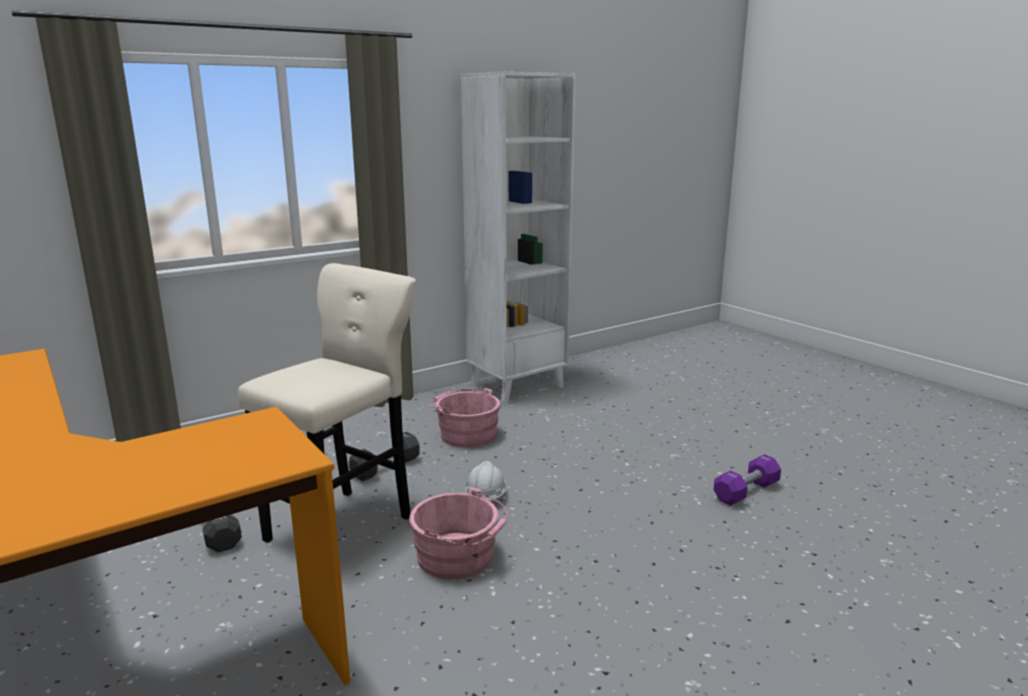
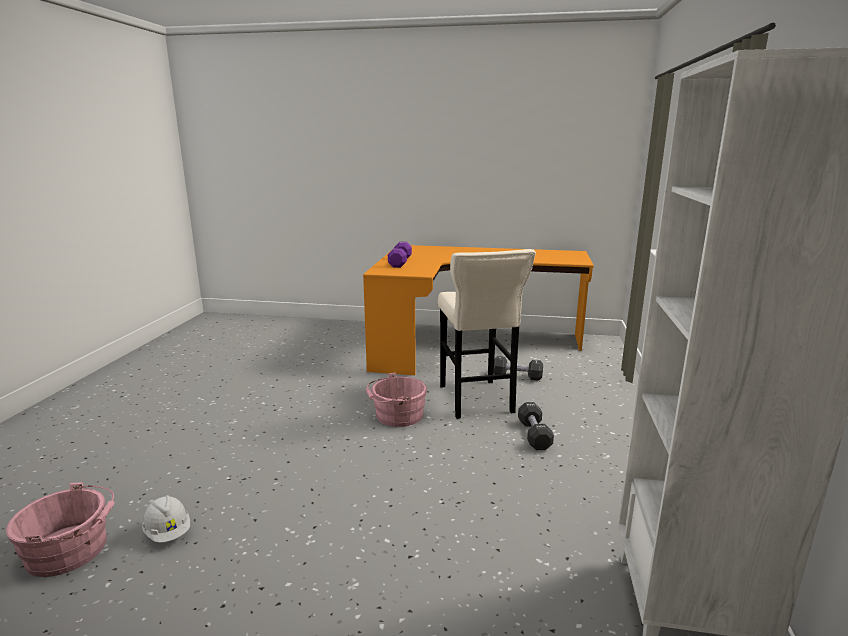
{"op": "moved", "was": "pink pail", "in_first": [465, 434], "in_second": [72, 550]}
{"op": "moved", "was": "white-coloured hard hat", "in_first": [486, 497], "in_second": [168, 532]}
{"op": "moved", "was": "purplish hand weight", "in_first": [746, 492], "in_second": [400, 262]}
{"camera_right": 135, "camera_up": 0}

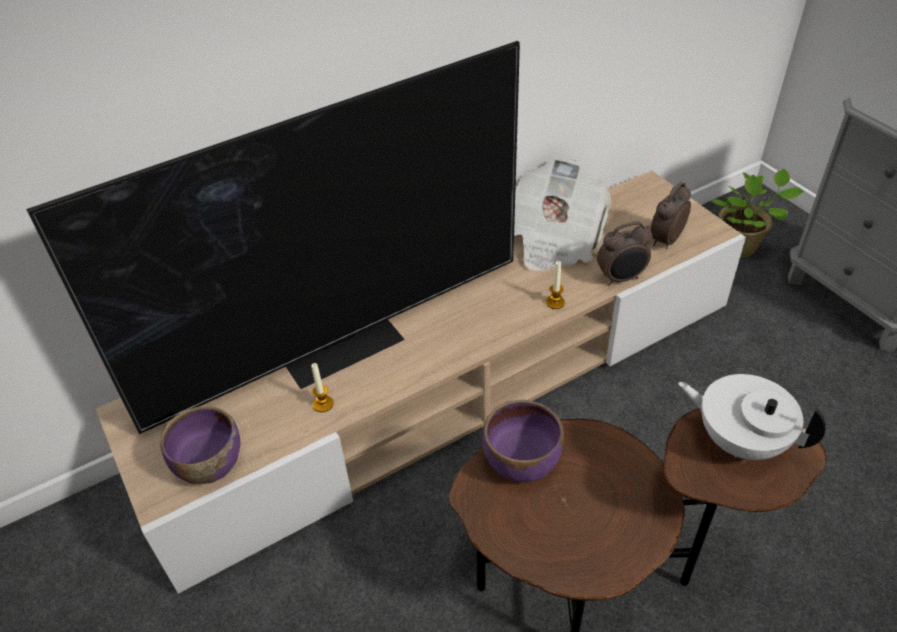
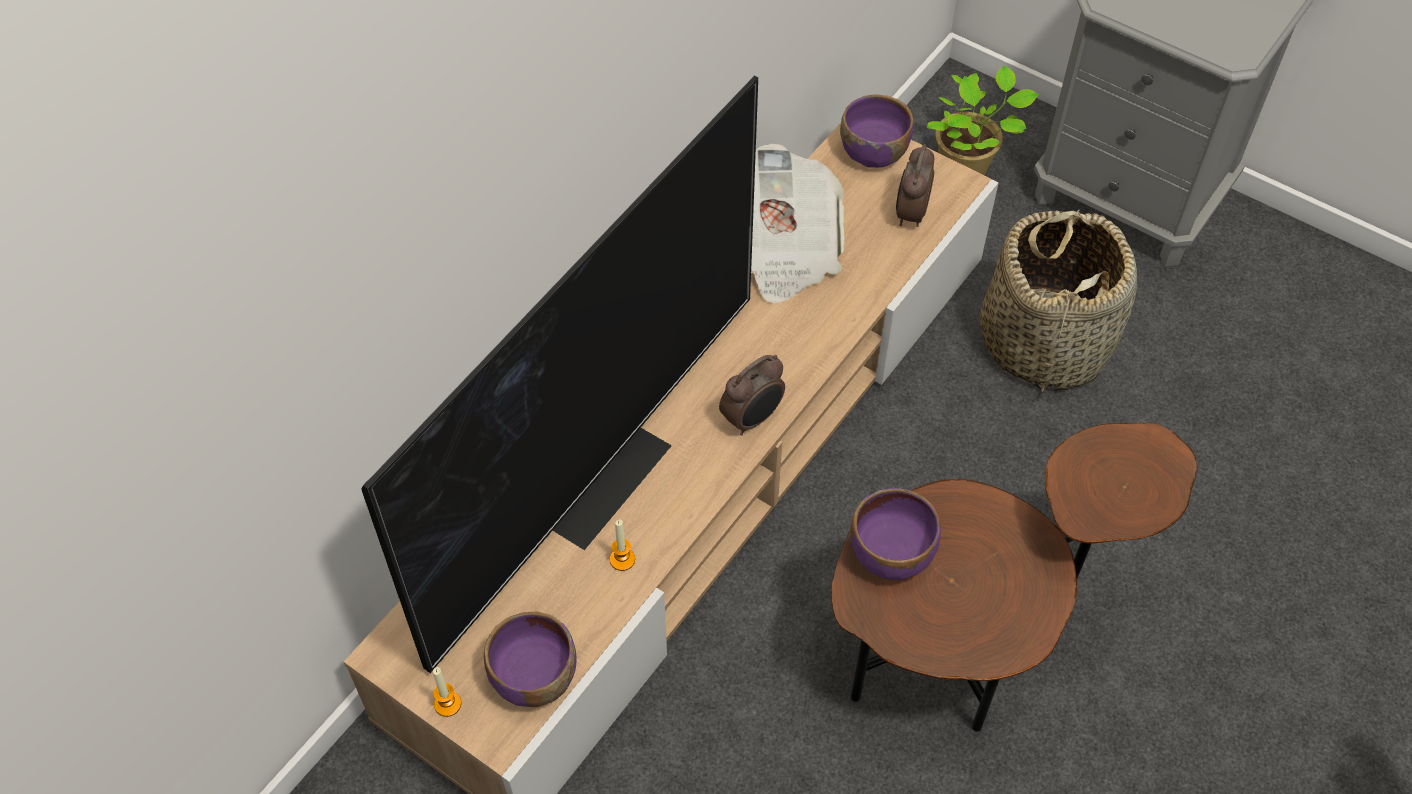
{"op": "moved", "was": "candle", "in_first": [555, 302], "in_second": [447, 704]}
{"op": "moved", "was": "alarm clock", "in_first": [621, 278], "in_second": [752, 419]}
{"op": "added", "now": "purplish bowl", "in_second": [873, 152]}
{"op": "added", "now": "storage basket", "in_second": [1045, 341]}
{"op": "removed", "was": "white-coloured pot for tea", "in_first": [739, 439]}
{"camera_right": -25, "camera_up": 10}

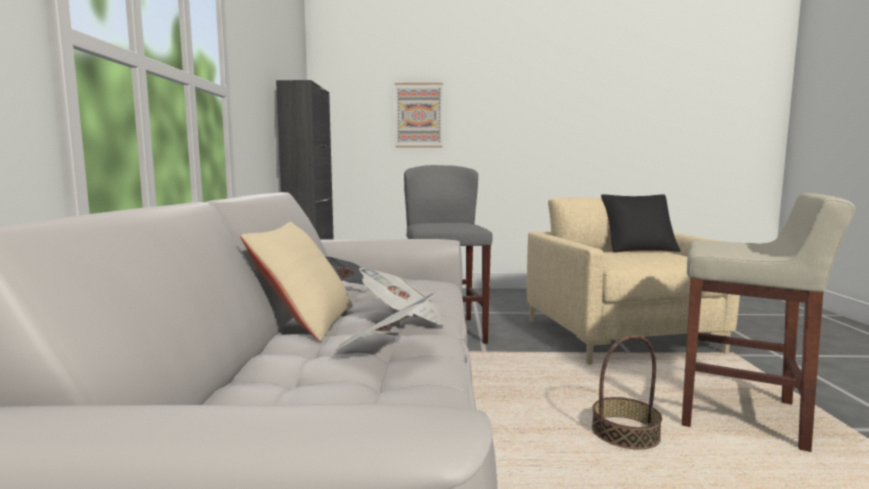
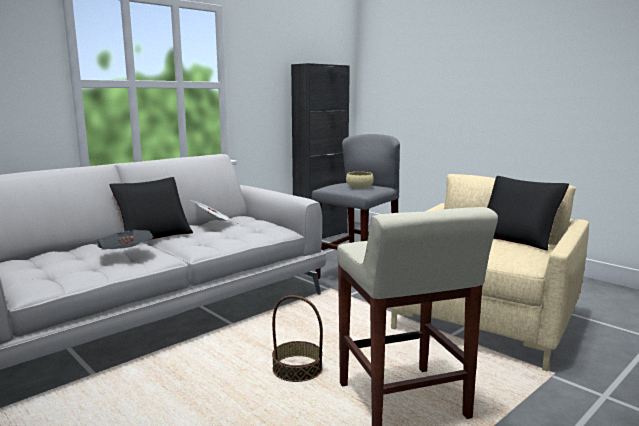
{"op": "recoloured", "was": "beige pillow", "now": "blackish pillow", "in_first": [305, 321], "in_second": [154, 235]}
{"op": "added", "now": "beige bowl", "in_second": [359, 187]}
{"op": "removed", "was": "daily paper", "in_first": [403, 318]}
{"op": "removed", "was": "wall art", "in_first": [419, 115]}
{"camera_right": 45, "camera_up": 5}

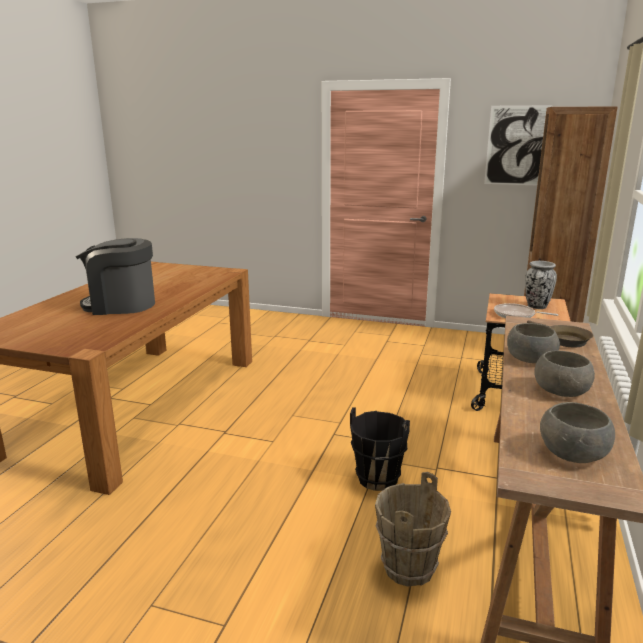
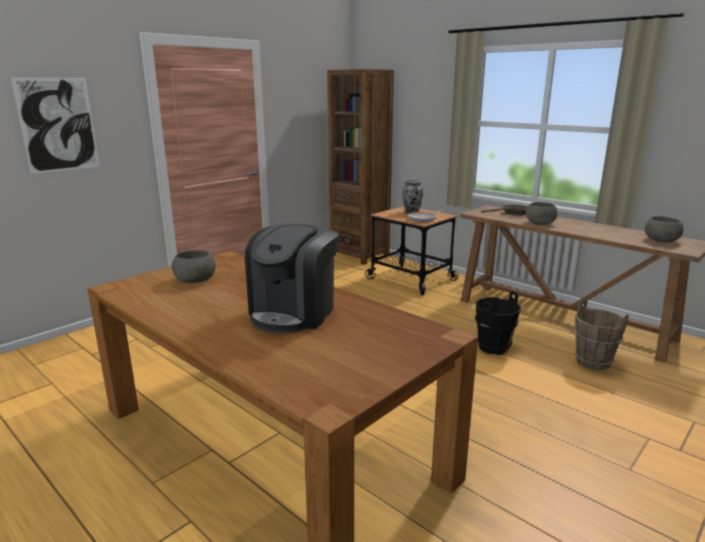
{"op": "moved", "was": "wall art", "in_first": [517, 145], "in_second": [58, 125]}
{"op": "moved", "was": "greyish bowl", "in_first": [562, 391], "in_second": [196, 280]}
{"camera_right": -65, "camera_up": 0}

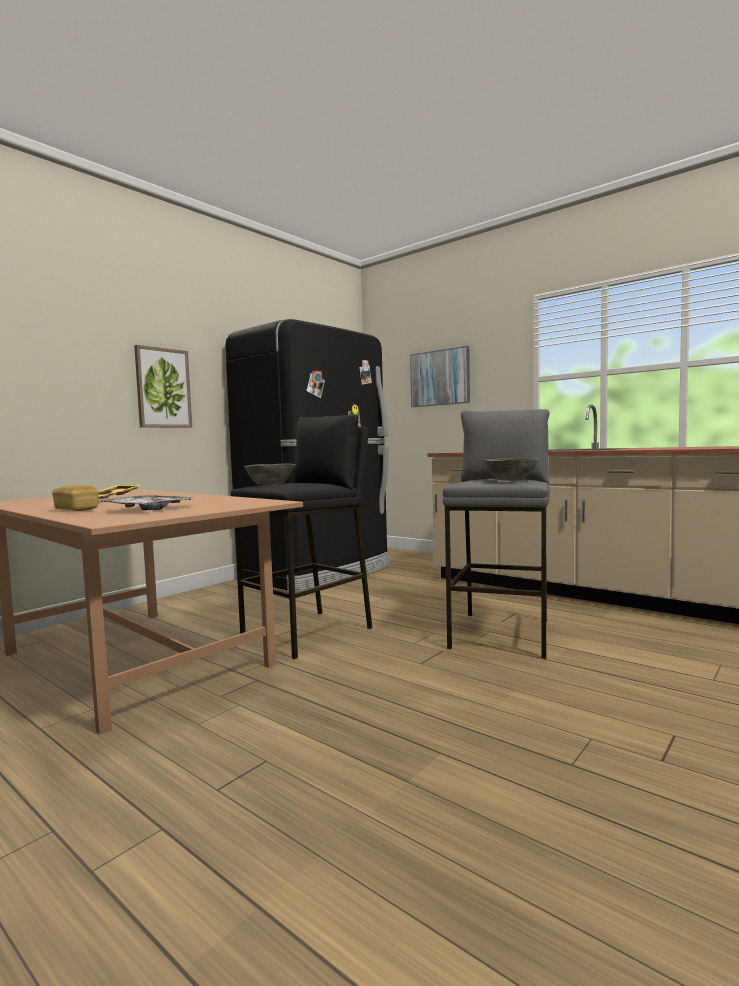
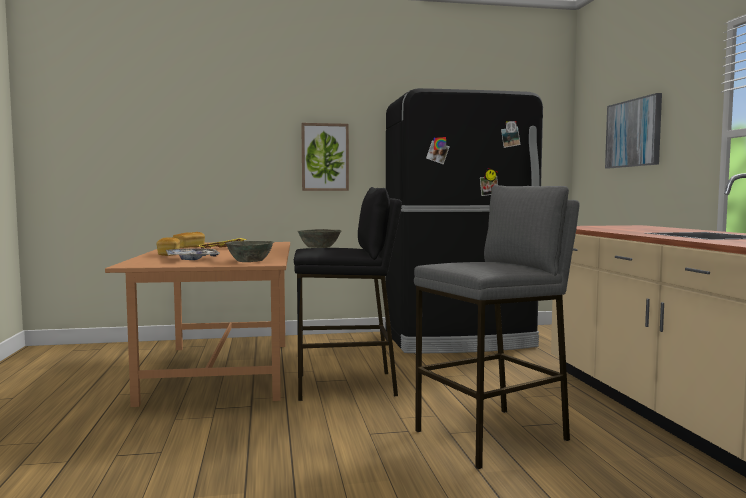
{"op": "added", "now": "bakery bread", "in_second": [189, 247]}
{"op": "moved", "was": "greyish bowl", "in_first": [510, 480], "in_second": [249, 261]}
{"camera_right": 40, "camera_up": 0}

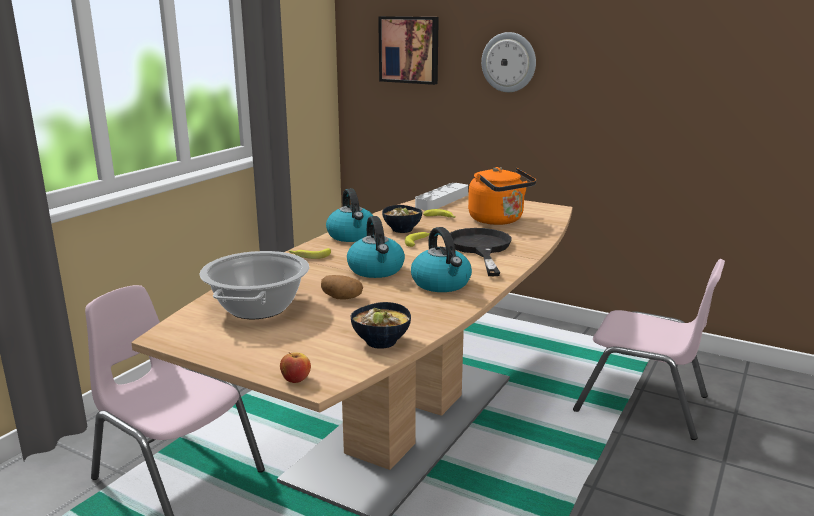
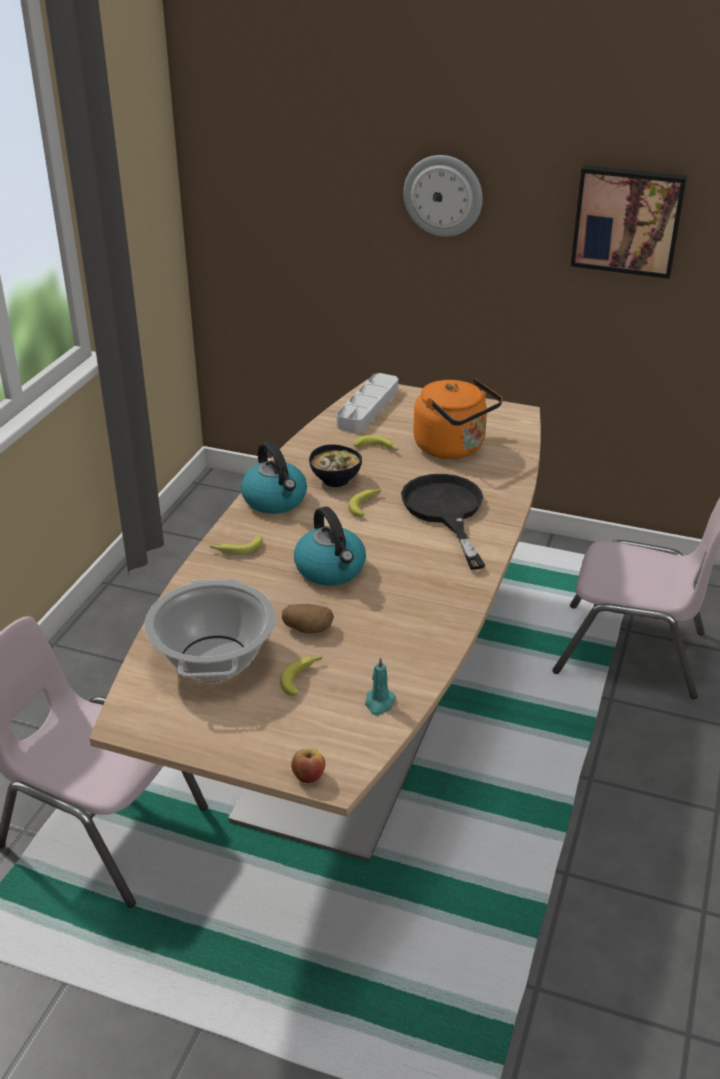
{"op": "added", "now": "whole banana", "in_second": [303, 677]}
{"op": "replaced", "was": "bowl", "now": "turquoise candle", "in_first": [379, 342], "in_second": [379, 703]}
{"op": "moved", "was": "wall art", "in_first": [409, 49], "in_second": [627, 220]}
{"op": "removed", "was": "kettle", "in_first": [442, 284]}
{"camera_right": -10, "camera_up": 15}

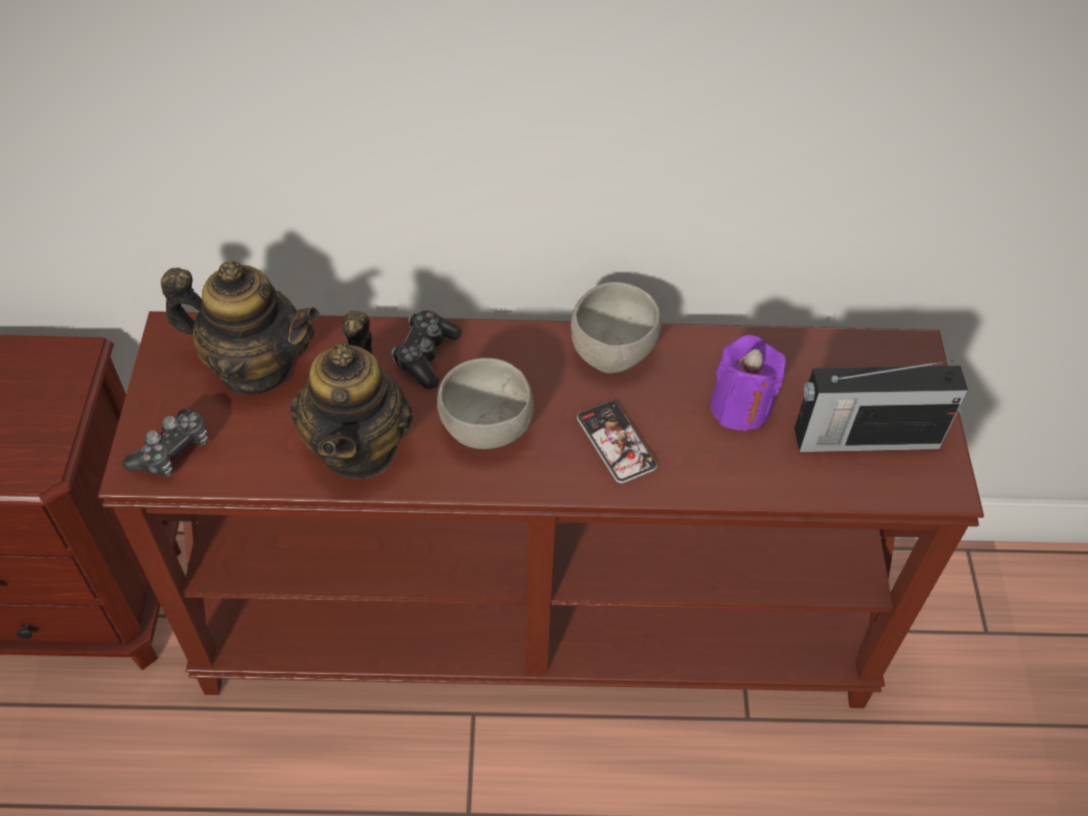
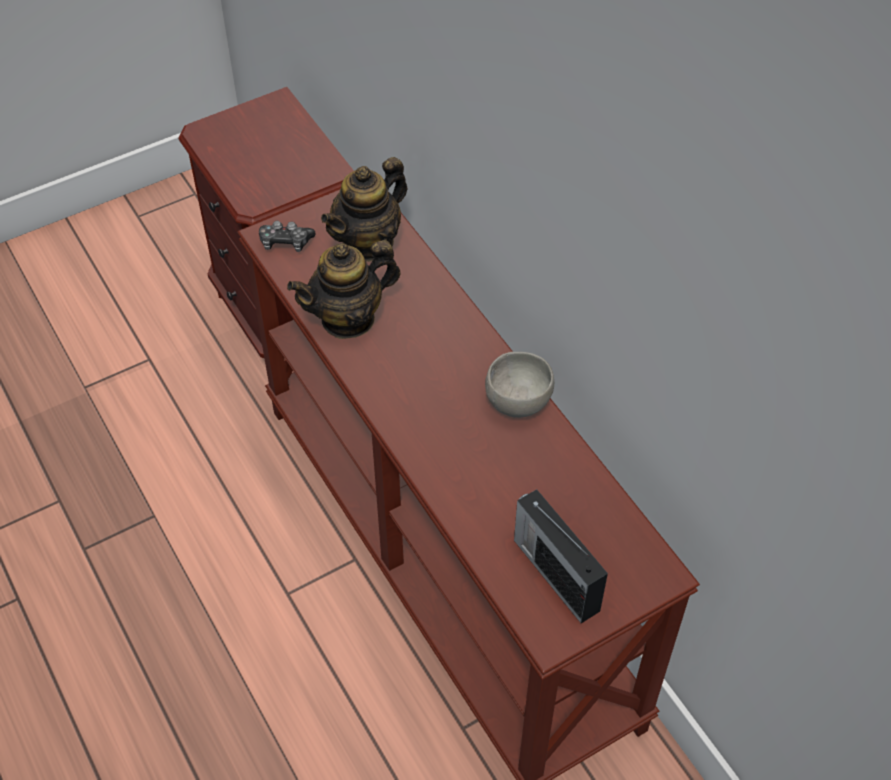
{"op": "turned", "was": "pot for tea", "in_first": [256, 367], "in_second": [368, 242], "clockwise": 60}
{"op": "removed", "was": "joypad", "in_first": [426, 355]}
{"op": "removed", "was": "greyish bowl", "in_first": [488, 430]}
{"op": "removed", "was": "phone", "in_first": [616, 442]}
{"op": "removed", "was": "purplish candle", "in_first": [740, 407]}
{"camera_right": 60, "camera_up": 0}

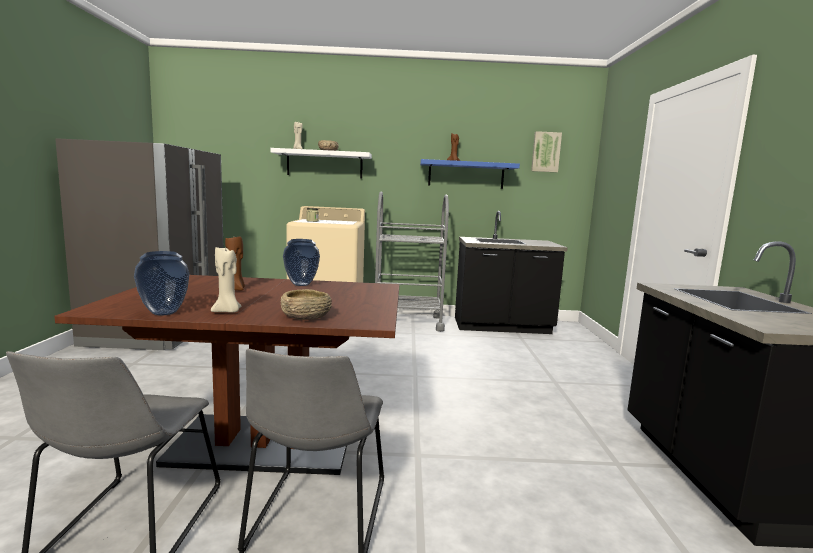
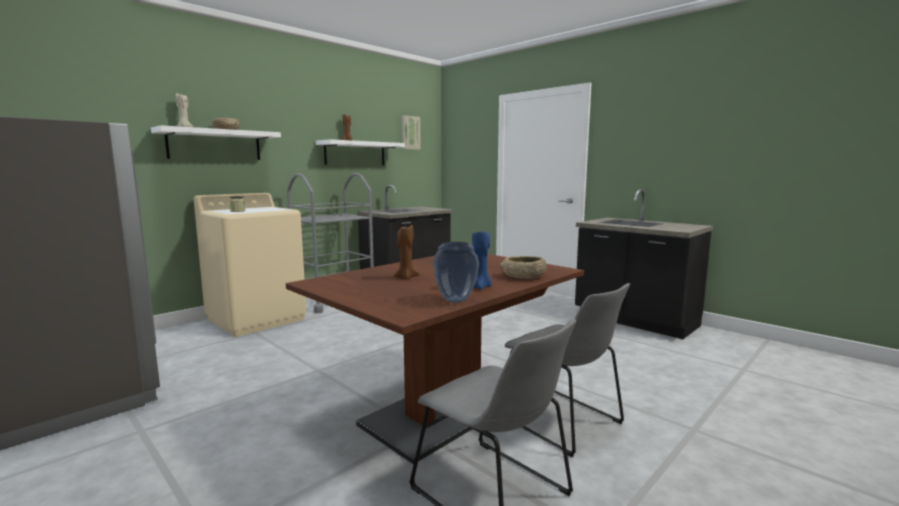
{"op": "recoloured", "was": "bluish bracket shelf", "now": "white-coloured bracket shelf", "in_first": [466, 175], "in_second": [355, 153]}
{"op": "recoloured", "was": "beige candle", "now": "bluish candle", "in_first": [227, 311], "in_second": [481, 287]}
{"op": "removed", "was": "flower vase", "in_first": [302, 284]}
{"camera_right": -45, "camera_up": 0}

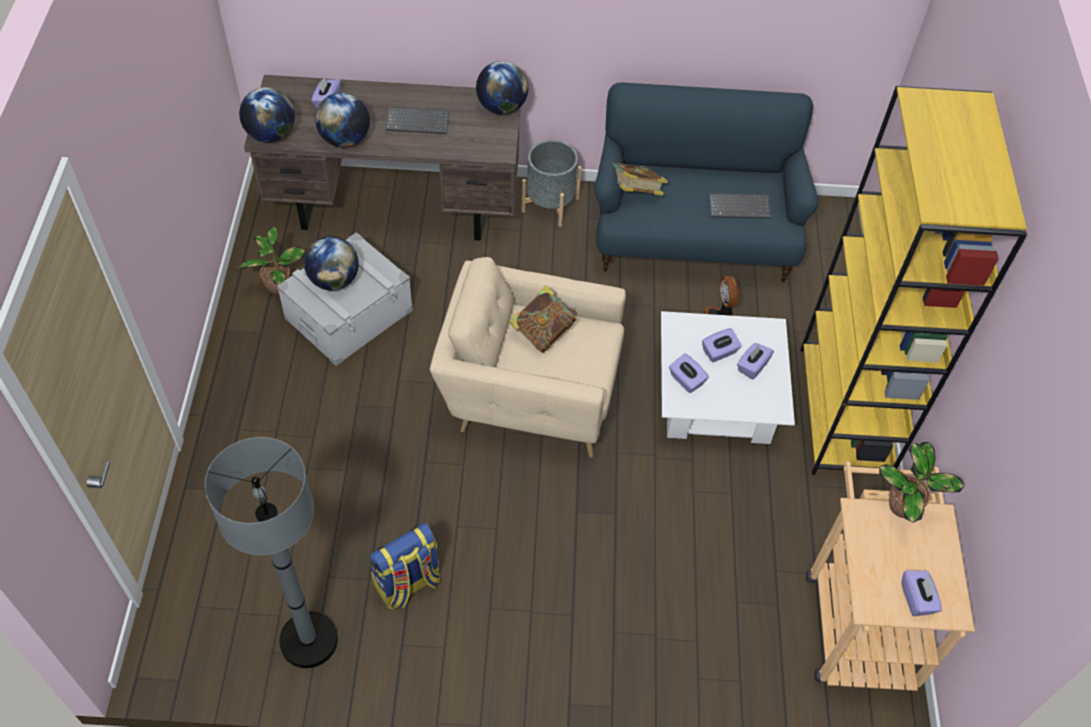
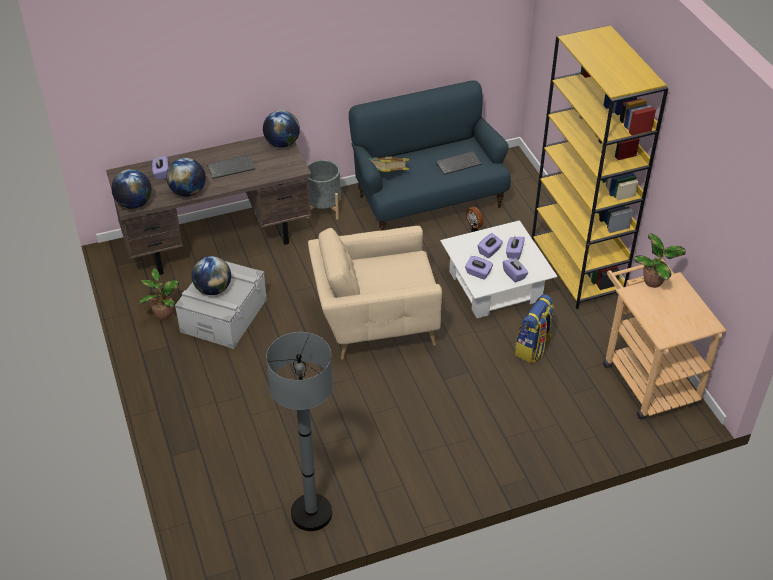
{"op": "moved", "was": "purplish tissue box", "in_first": [917, 599], "in_second": [514, 275]}
{"op": "moved", "was": "rucksack", "in_first": [408, 584], "in_second": [533, 348]}
{"op": "removed", "was": "bound book", "in_first": [542, 332]}
{"camera_right": -20, "camera_up": -10}

